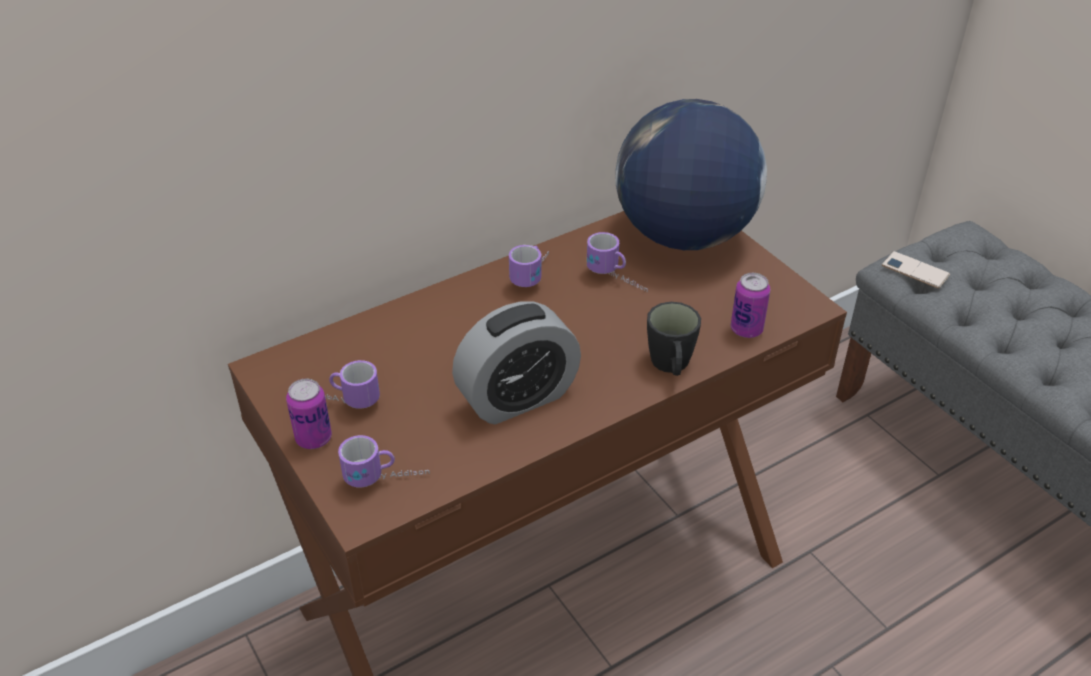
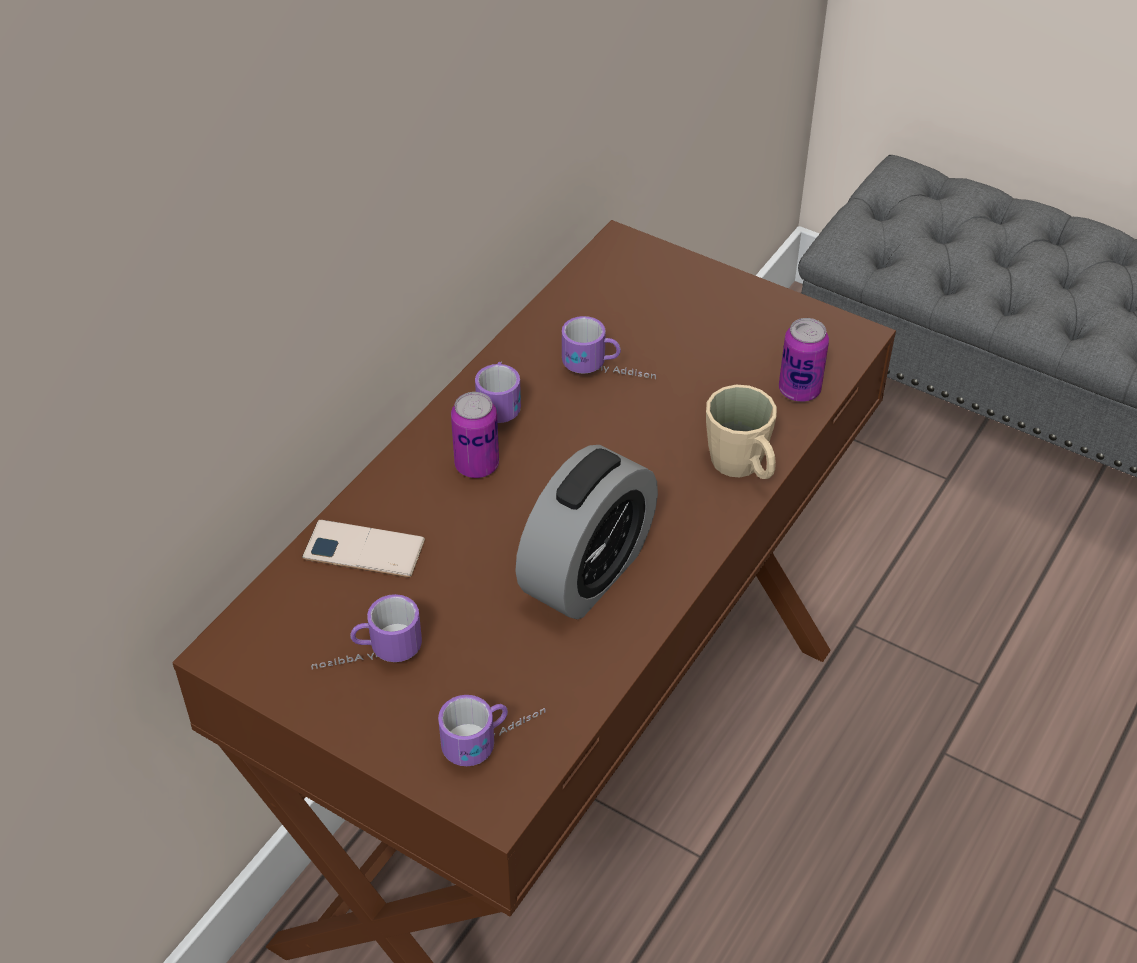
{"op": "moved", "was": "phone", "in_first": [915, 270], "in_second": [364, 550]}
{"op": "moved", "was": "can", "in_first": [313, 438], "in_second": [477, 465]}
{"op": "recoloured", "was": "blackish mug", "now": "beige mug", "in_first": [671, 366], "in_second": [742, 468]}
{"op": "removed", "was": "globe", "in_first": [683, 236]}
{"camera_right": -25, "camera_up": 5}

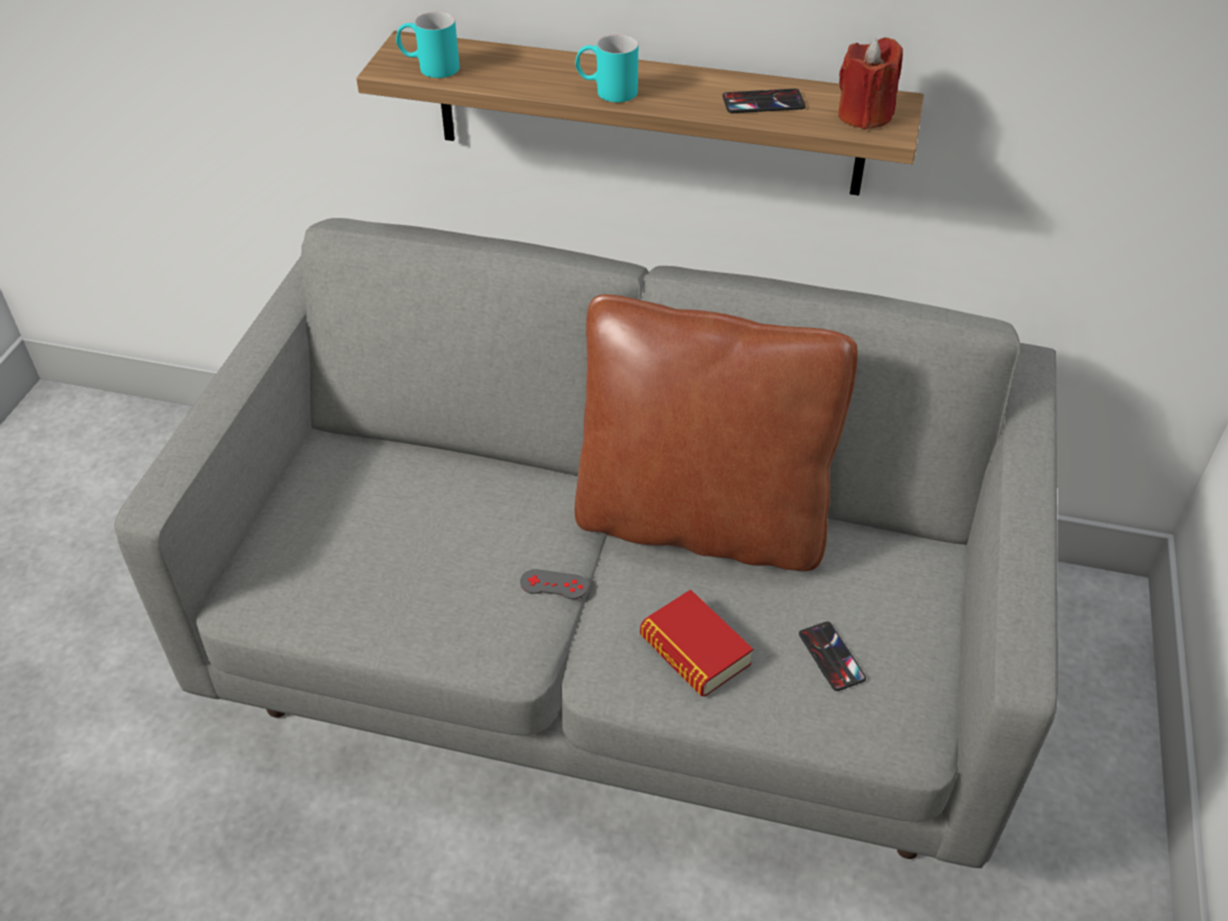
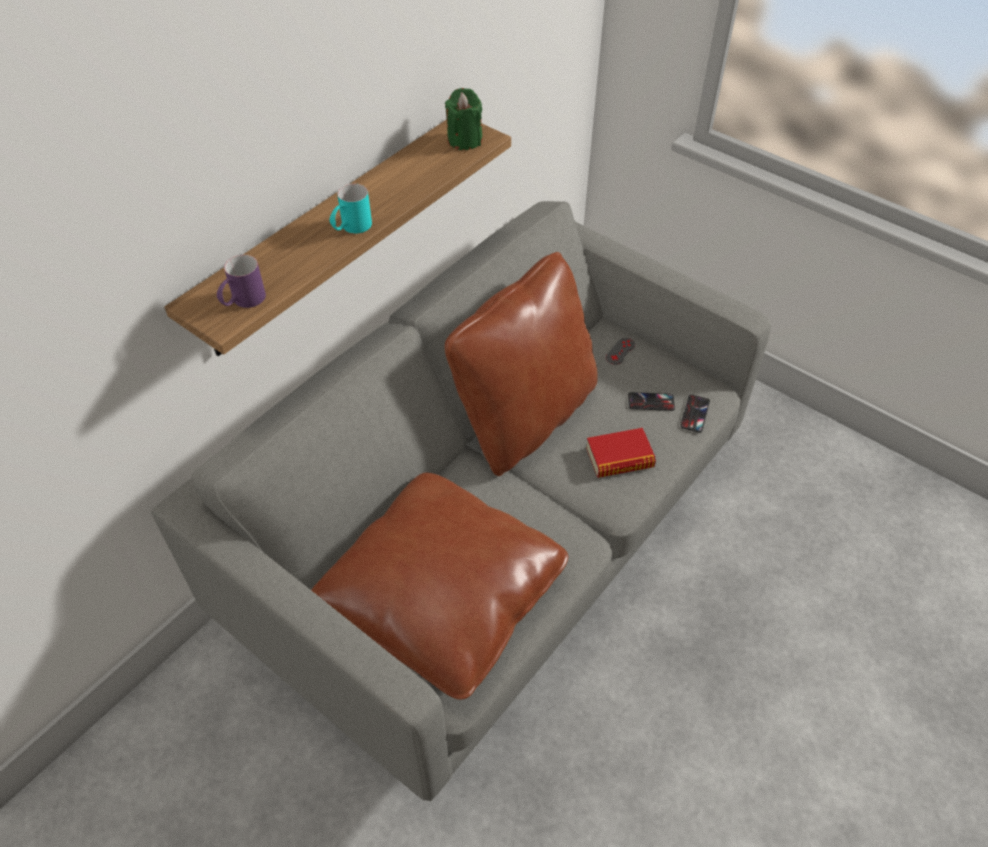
{"op": "recoloured", "was": "turquoise mug", "now": "purplish mug", "in_first": [429, 67], "in_second": [243, 302]}
{"op": "added", "now": "brown-coloured pillow", "in_second": [443, 596]}
{"op": "recoloured", "was": "red candle", "now": "greenish candle", "in_first": [864, 115], "in_second": [464, 140]}
{"op": "moved", "was": "greyish joypad", "in_first": [554, 584], "in_second": [620, 351]}
{"op": "moved", "was": "phone", "in_first": [763, 102], "in_second": [695, 413]}
{"camera_right": -65, "camera_up": 5}

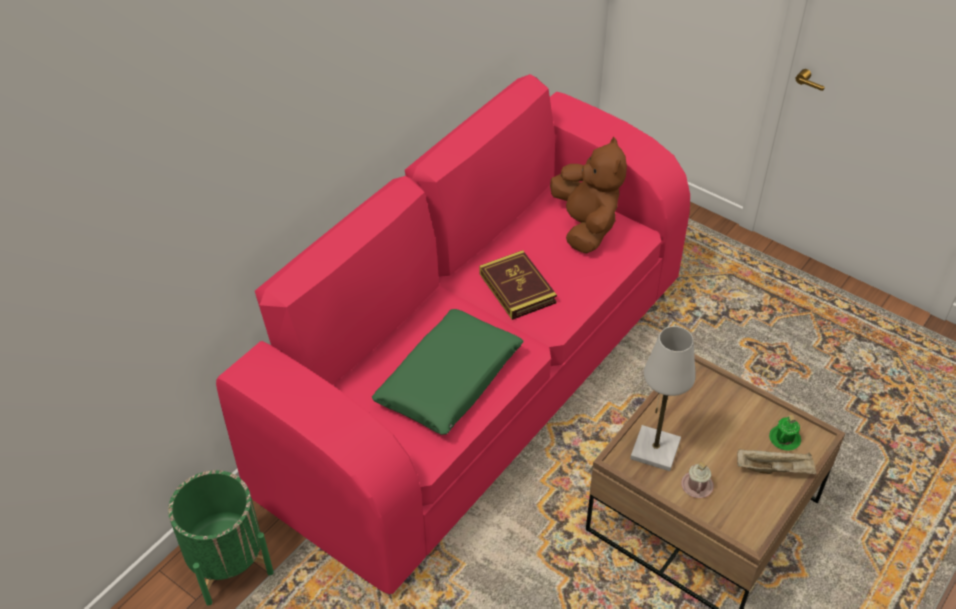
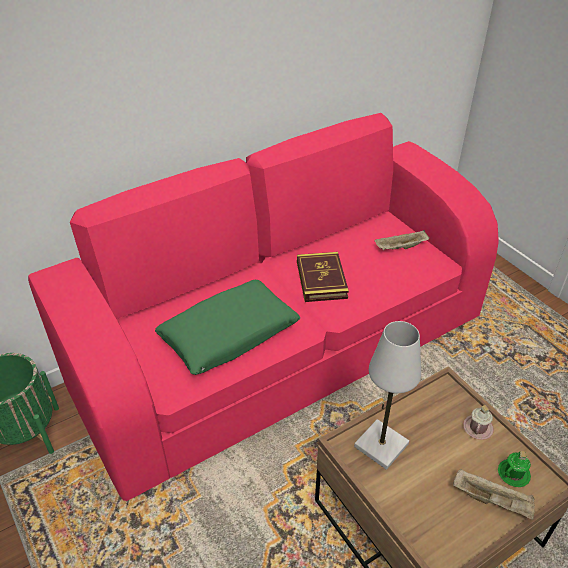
{"op": "replaced", "was": "brown-coloured plush toy", "now": "beige serving tray", "in_first": [586, 226], "in_second": [400, 248]}
{"op": "moved", "was": "pink mug", "in_first": [697, 485], "in_second": [477, 428]}
{"camera_right": 20, "camera_up": -5}

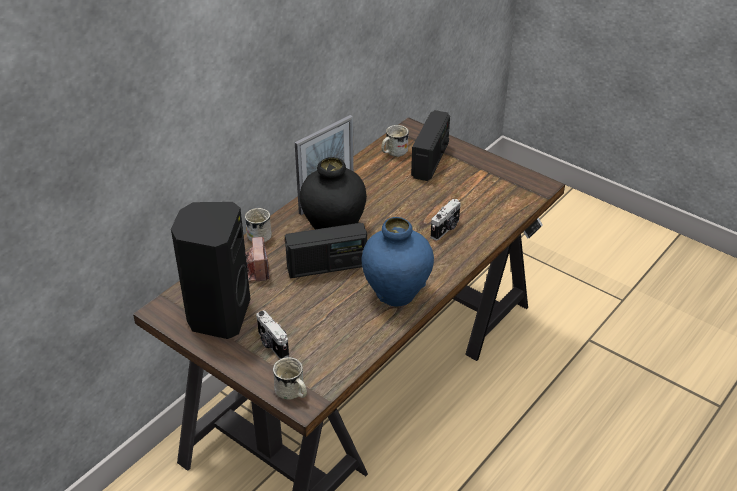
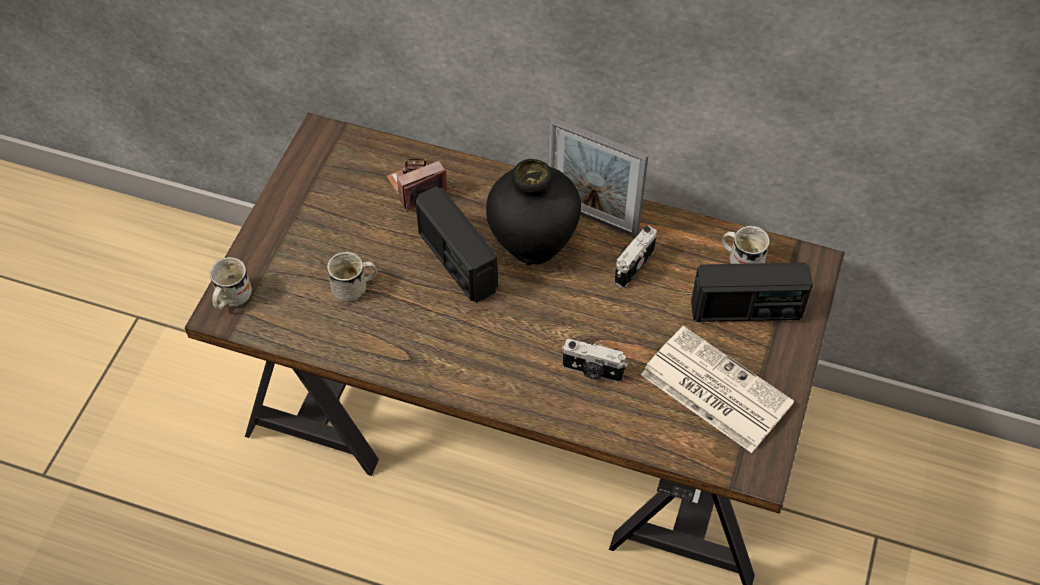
{"op": "moved", "was": "white-coloured mug", "in_first": [260, 234], "in_second": [355, 287]}
{"op": "moved", "was": "still camera", "in_first": [272, 345], "in_second": [632, 265]}
{"op": "added", "now": "daily paper", "in_second": [713, 389]}
{"op": "removed", "was": "blackish audio speaker", "in_first": [218, 315]}
{"op": "removed", "was": "bluish flower vase", "in_first": [396, 293]}
{"camera_right": 70, "camera_up": 15}

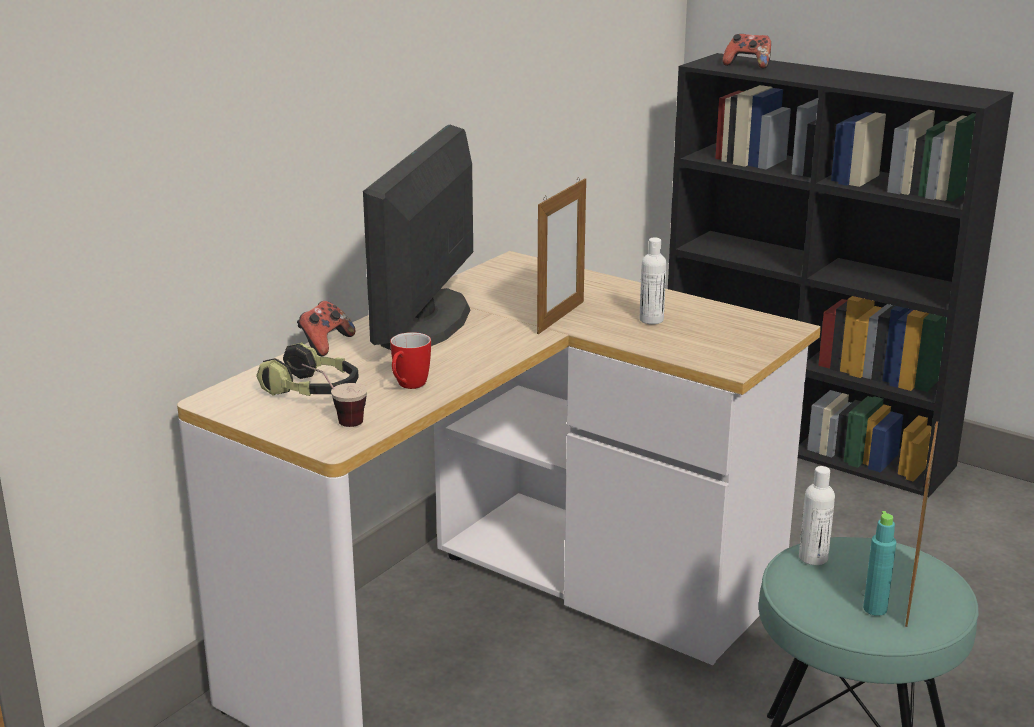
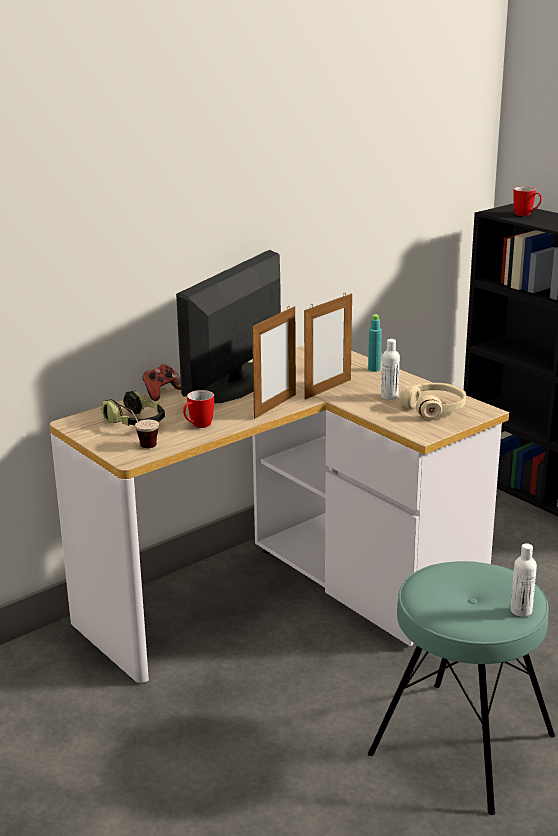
{"op": "moved", "was": "picture frame", "in_first": [911, 592], "in_second": [275, 406]}
{"op": "moved", "was": "turquoise drink bottle", "in_first": [875, 609], "in_second": [374, 369]}
{"op": "added", "now": "beige pair of headphones", "in_second": [434, 408]}
{"op": "moved", "was": "white-coloured drink bottle", "in_first": [813, 558], "in_second": [521, 611]}
{"op": "replaced", "was": "joypad", "now": "mug", "in_first": [748, 65], "in_second": [526, 215]}
{"camera_right": 15, "camera_up": 0}

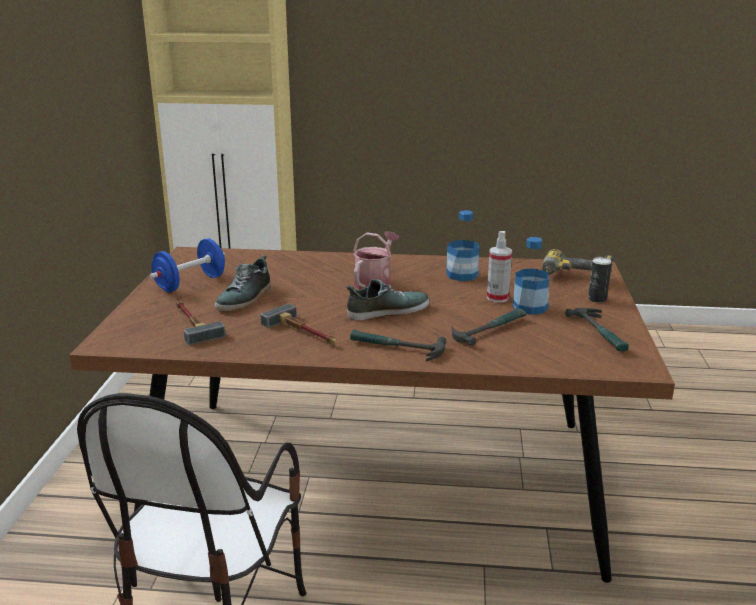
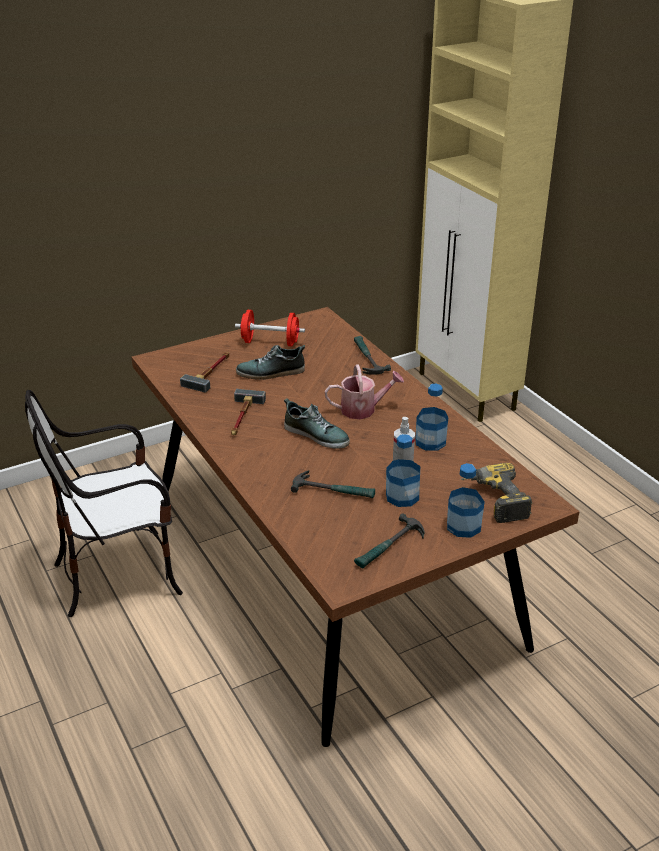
{"op": "recoloured", "was": "bluish hand weight", "now": "red hand weight", "in_first": [190, 283], "in_second": [270, 342]}
{"op": "moved", "was": "hammer", "in_first": [396, 348], "in_second": [366, 359]}
{"op": "replaced", "was": "can", "now": "drink bottle", "in_first": [597, 299], "in_second": [463, 526]}
{"camera_right": 55, "camera_up": 10}

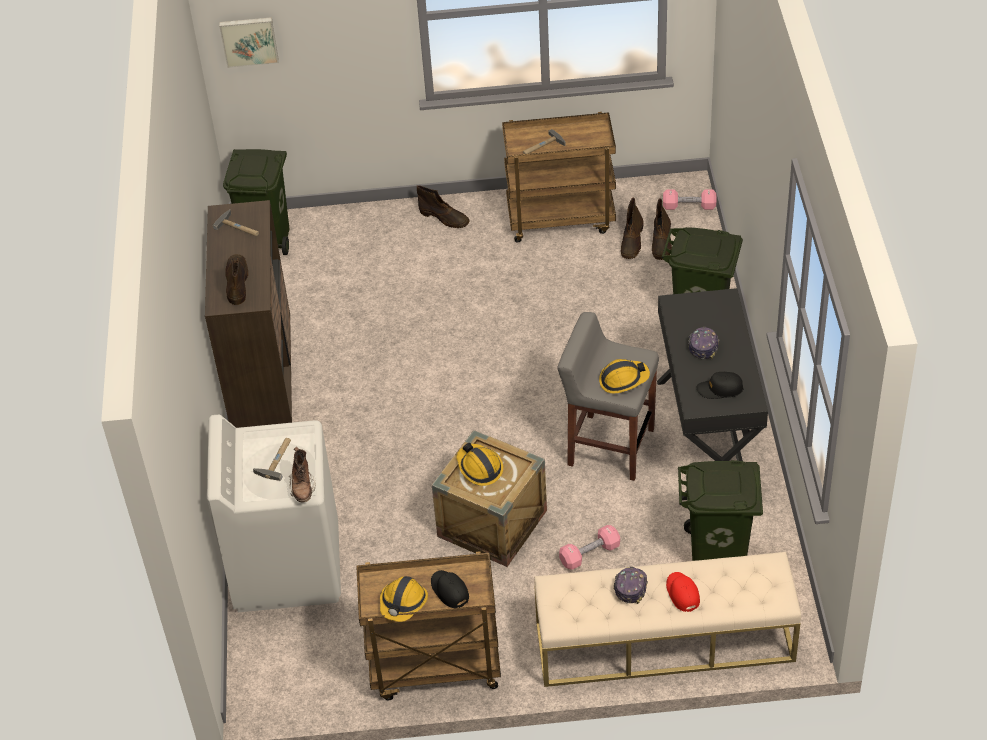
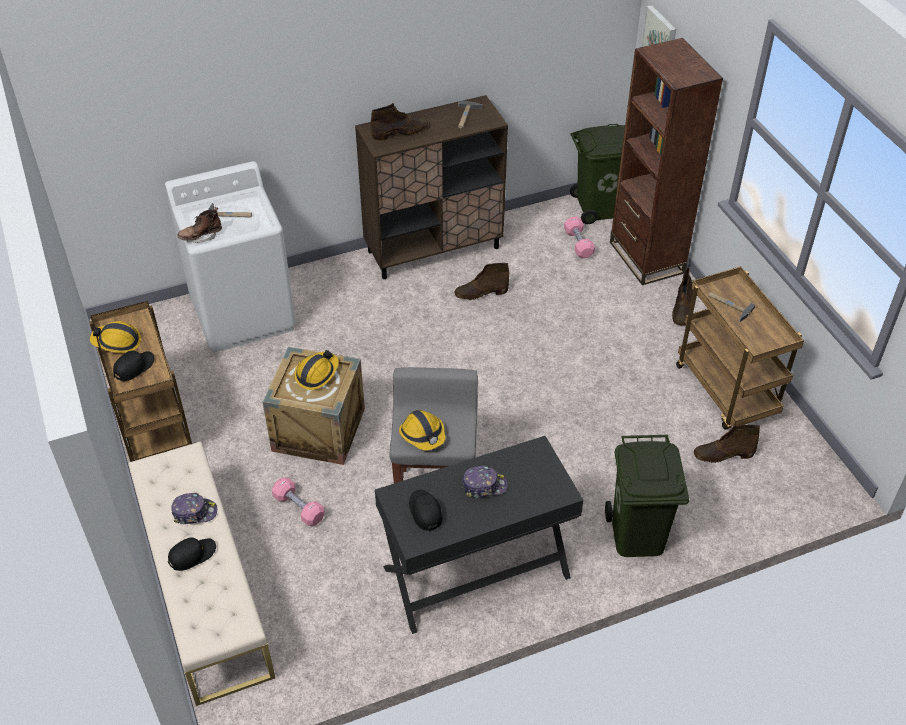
{"op": "recoloured", "was": "red baseball cap", "now": "blackish baseball cap", "in_first": [682, 593], "in_second": [192, 555]}
{"op": "moved", "was": "brown-coloured boot", "in_first": [661, 243], "in_second": [481, 293]}
{"op": "moved", "was": "pink hand weight", "in_first": [689, 206], "in_second": [578, 244]}
{"op": "added", "now": "brown-coloured shelving unit", "in_second": [646, 257]}
{"op": "removed", "was": "greenish rubbish bin", "in_first": [718, 556]}
{"camera_right": 70, "camera_up": 0}

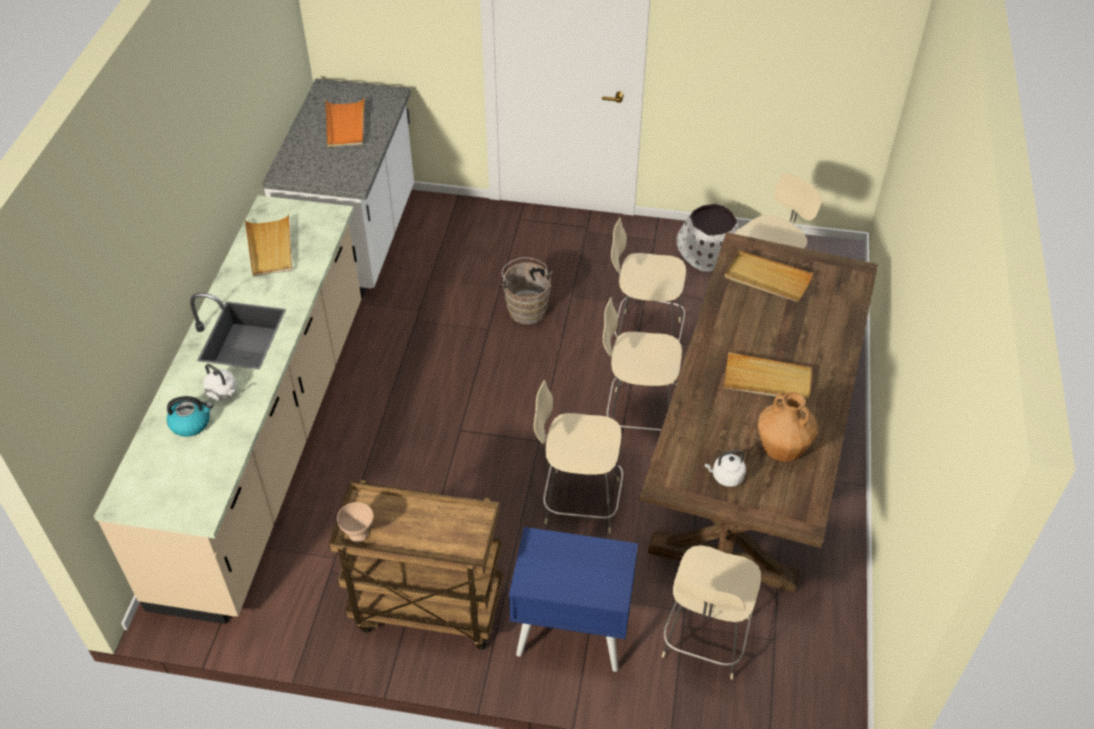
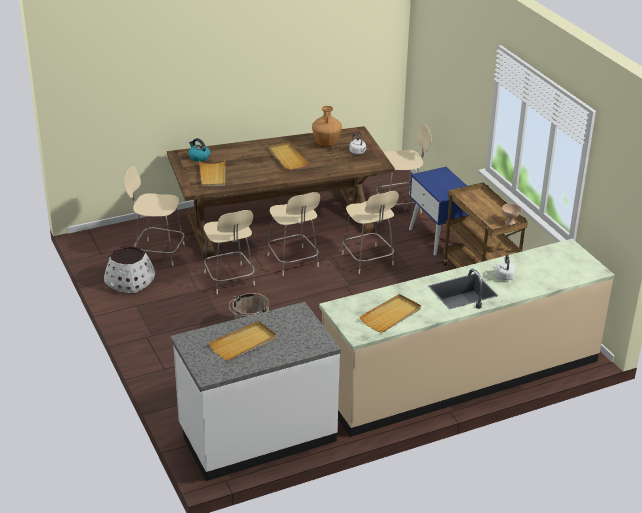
{"op": "moved", "was": "kettle", "in_first": [191, 423], "in_second": [199, 157]}
{"op": "recoloured", "was": "orangey serving tray", "now": "beige serving tray", "in_first": [345, 125], "in_second": [243, 343]}
{"camera_right": -125, "camera_up": -15}

